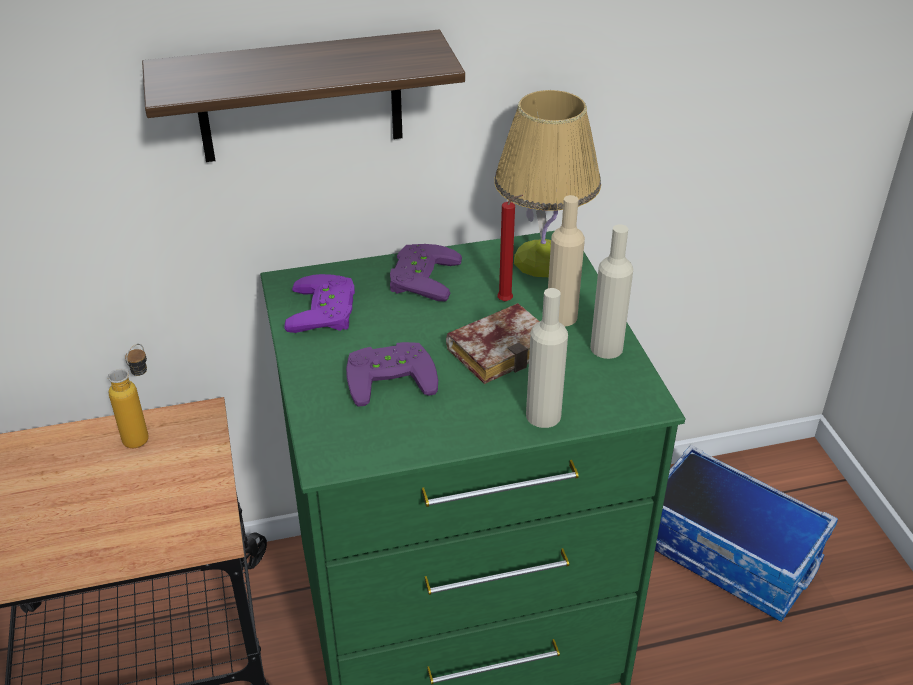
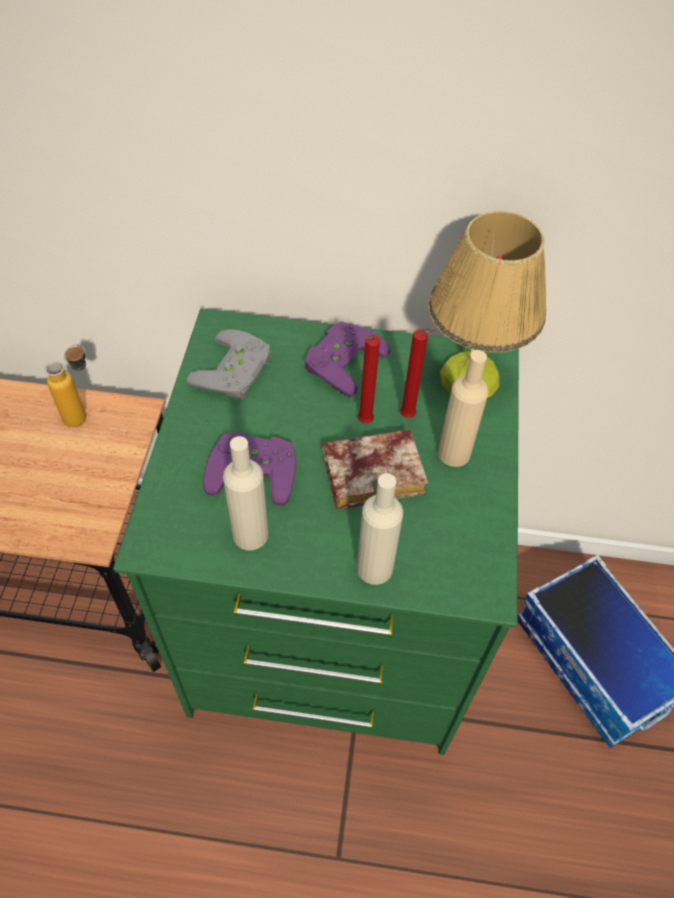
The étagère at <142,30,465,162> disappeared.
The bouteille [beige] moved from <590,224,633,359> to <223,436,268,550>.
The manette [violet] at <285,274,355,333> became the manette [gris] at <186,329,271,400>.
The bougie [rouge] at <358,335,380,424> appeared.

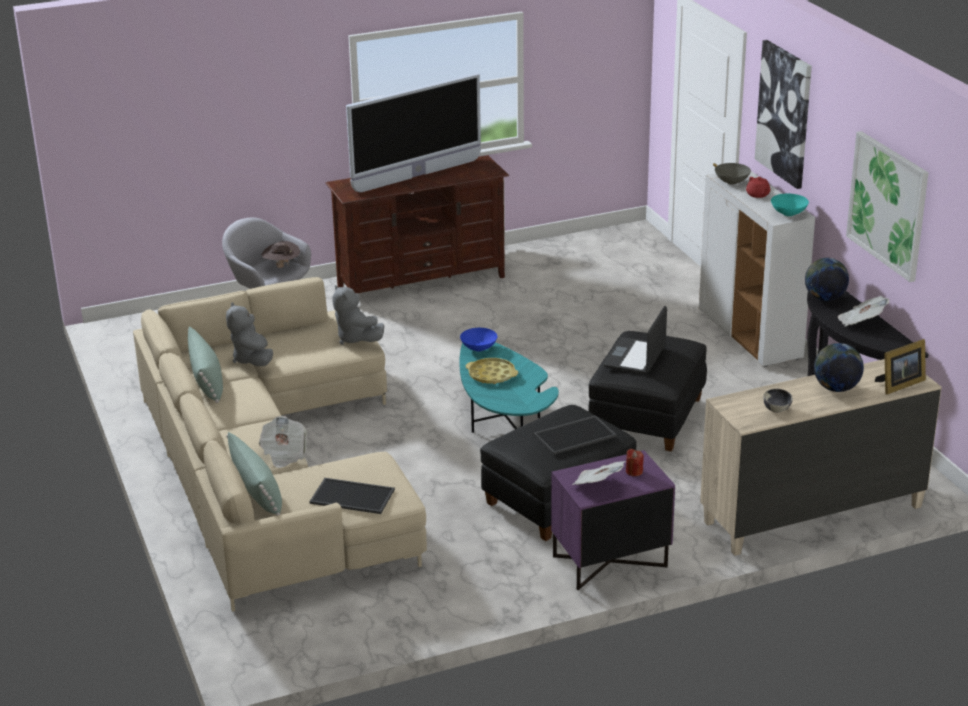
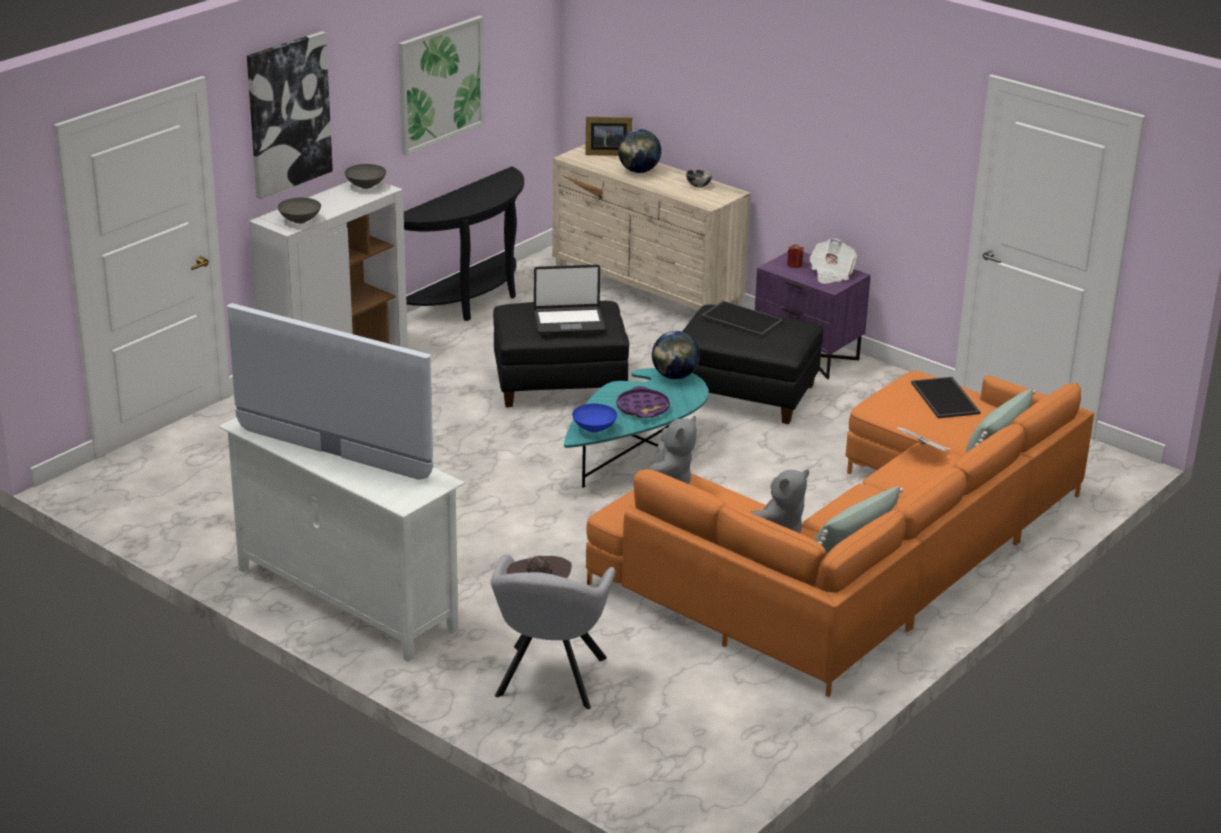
The meuble télé [marron] at <325,155,509,293> became the meuble télé [blanc] at <219,418,465,662>.
The théière [rouge] at <746,177,770,198> disappeared.
The bol [turquoise] at <771,194,809,216> became the bol [gris] at <345,164,386,189>.
The globe moved from <805,258,849,301> to <652,331,700,379>.
The canapé [beige] at <133,277,427,612> became the canapé [orange] at <586,371,1094,697>.
The journal at <838,296,889,326> disappeared.
The cadre photo at <875,339,926,395> turned 150 degrees clockwise.
The plateau [jaune] at <466,358,518,384> became the plateau [violet] at <616,386,670,418>.

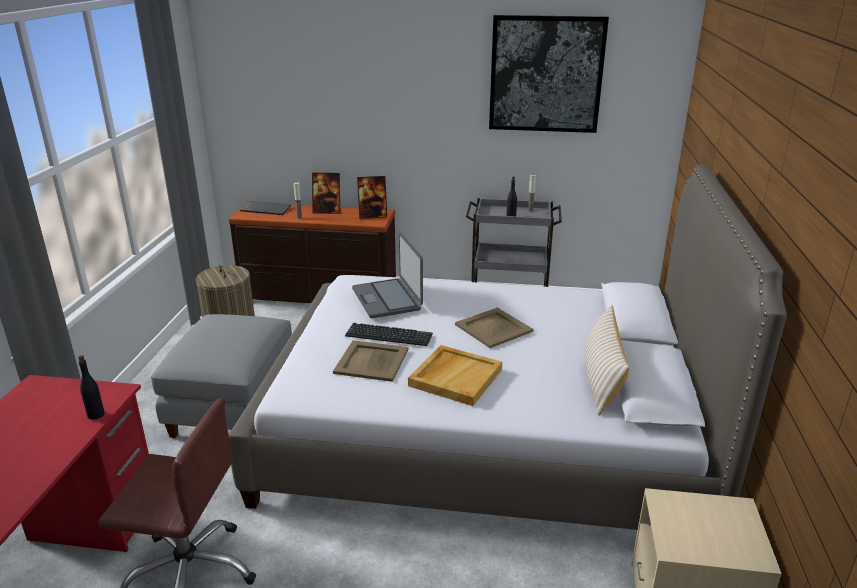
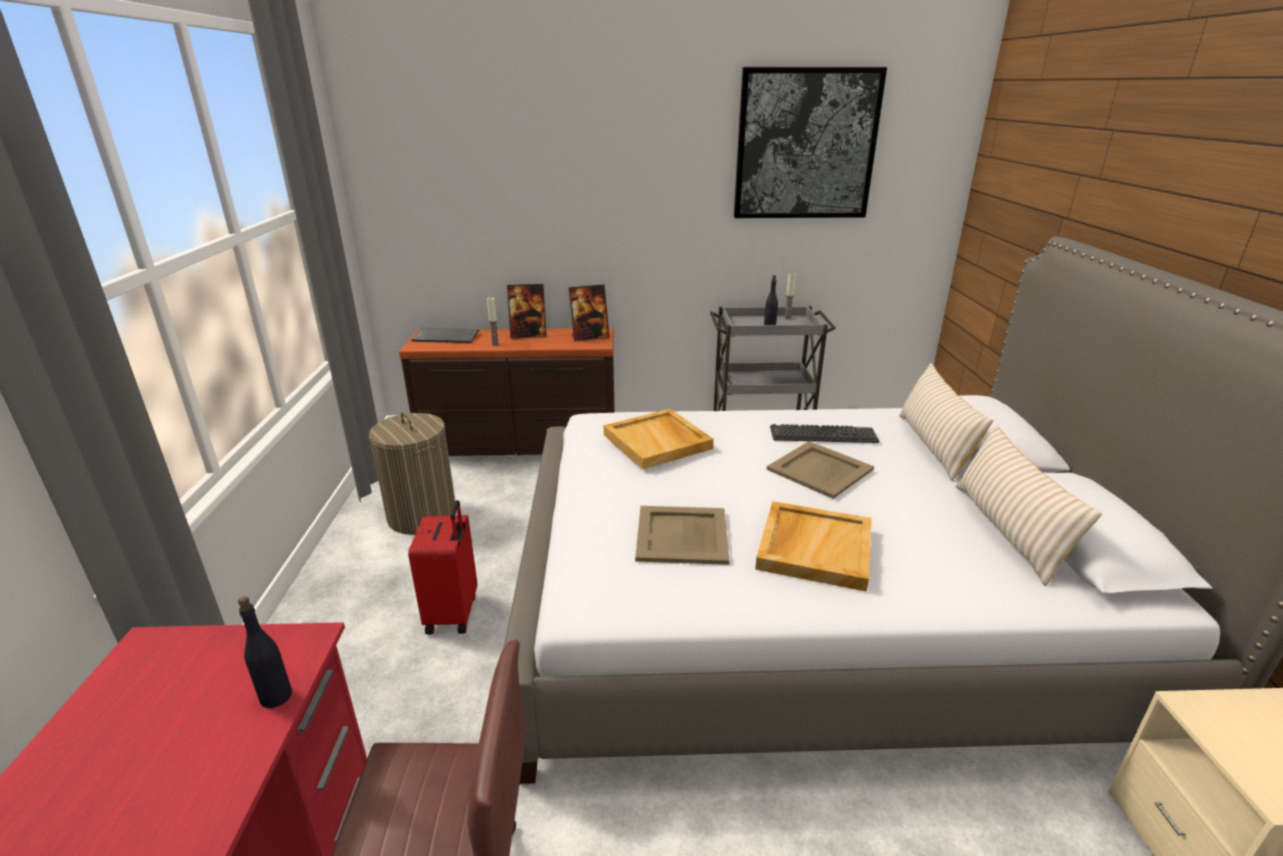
The ordinateur portable at <352,232,423,318> was replaced by the plateau [beige] at <604,409,714,469>.
The pouf [gris] at <151,314,292,438> was replaced by the valise [rouge] at <408,500,477,635>.
The clavier moved from <345,323,433,346> to <770,424,879,443>.
The coussin [beige] at <899,363,993,481> appeared.

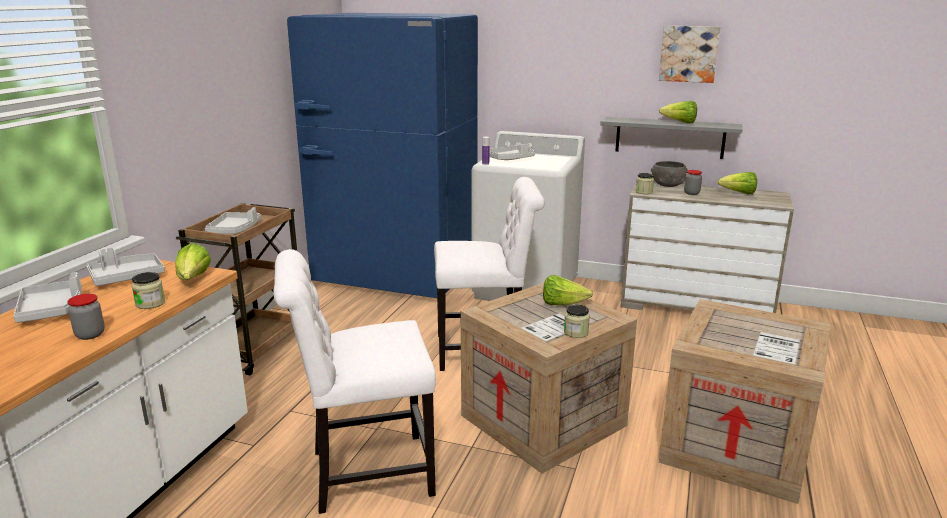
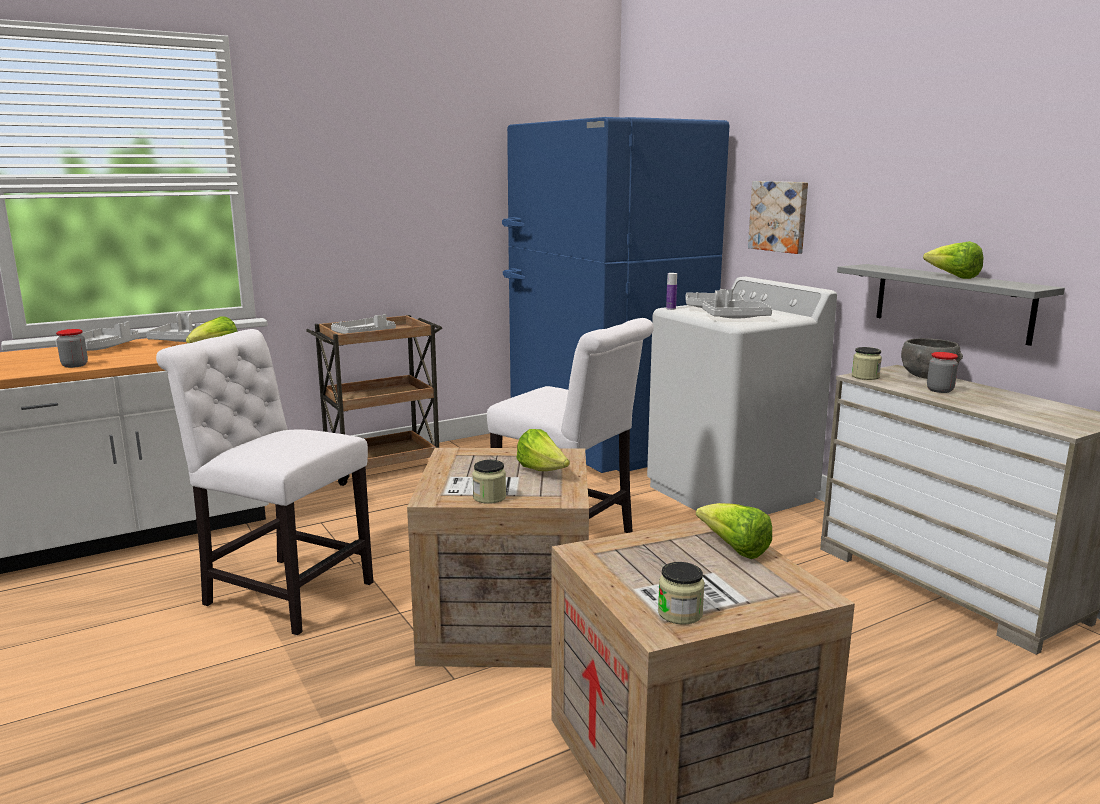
The tableau moved from <659,26,720,83> to <748,181,808,254>.
The laitue moved from <717,172,757,194> to <696,503,772,559>.
The bocal moved from <132,272,165,309> to <658,562,705,625>.
The plateau [gris] at <702,290,772,319> appeared.

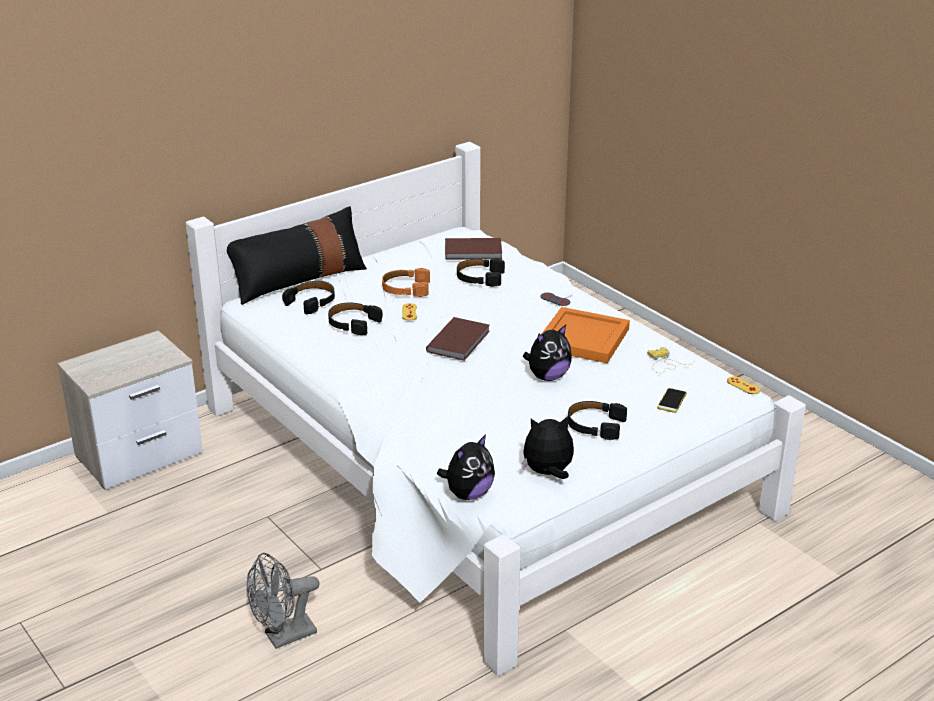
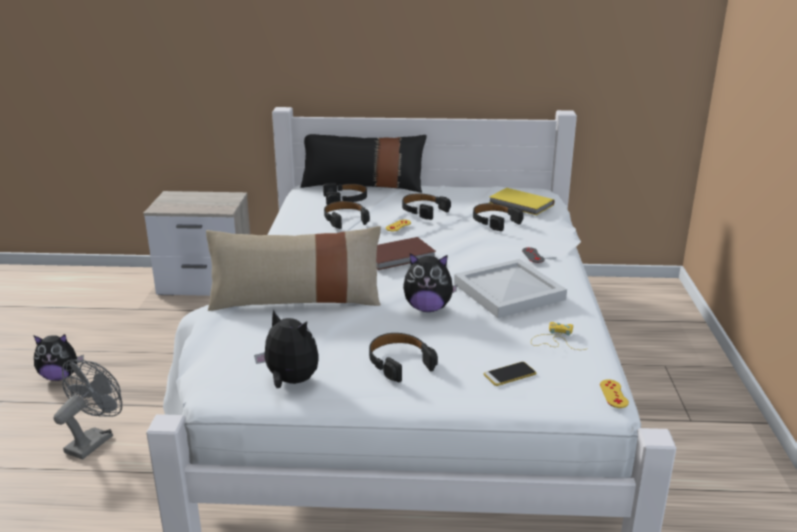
The livre [marron] at <445,238,502,260> became the livre [jaune] at <489,188,555,215>.
The casque audio [orange] at <382,268,430,297> became the casque audio [noir] at <402,193,451,220>.
The plateau [orange] at <542,307,630,363> became the plateau [blanc] at <454,259,567,318>.
The peluche moved from <437,434,495,500> to <33,334,84,381>.
The ventilateur [gris] at <247,553,319,649> turned 105 degrees clockwise.
The coussin [beige] at <206,226,381,311> appeared.

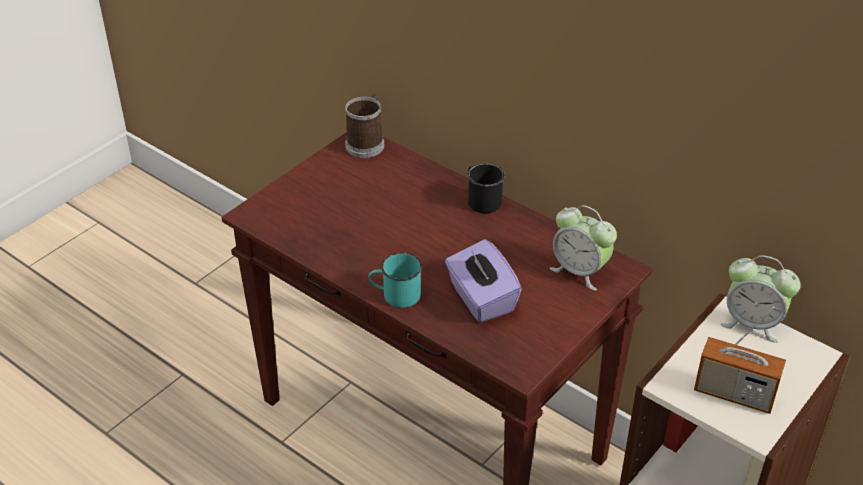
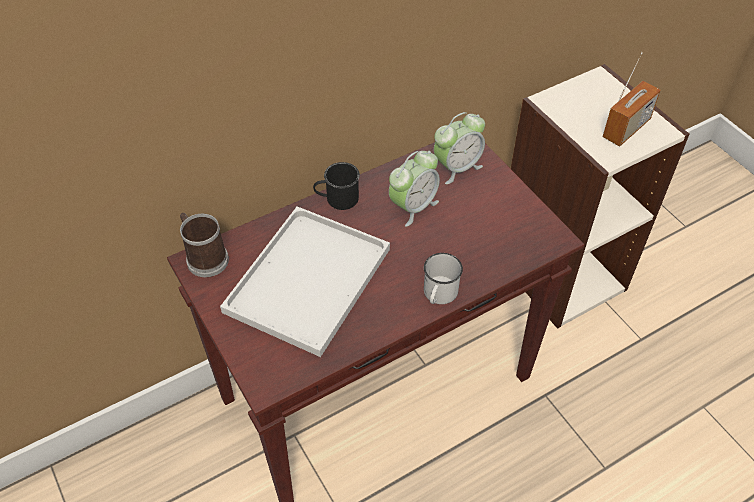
The boîte à mouchoirs [violet] at <445,239,522,322> disappeared.
The mug [turquoise] at <368,253,422,308> became the mug [blanc] at <424,253,463,304>.
The réveil moved from <720,255,801,343> to <389,151,440,227>.
The plateau [blanc] at <220,206,390,357> appeared.

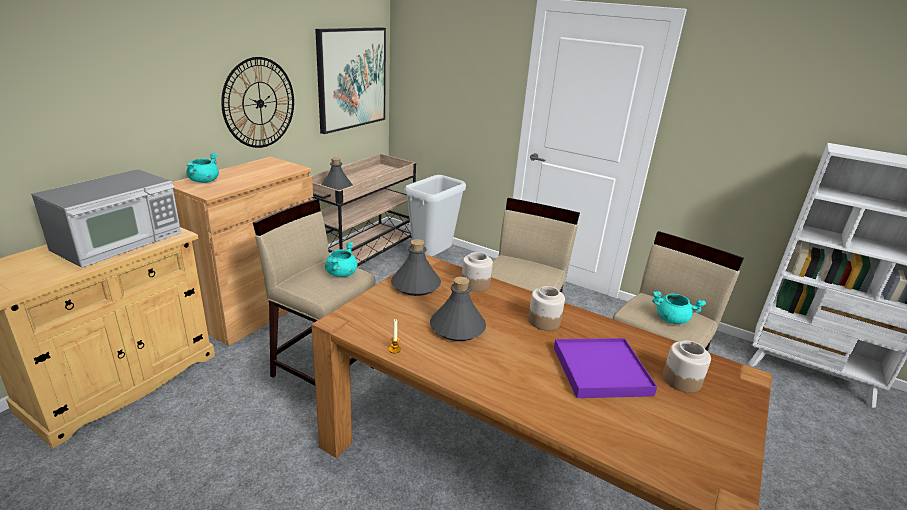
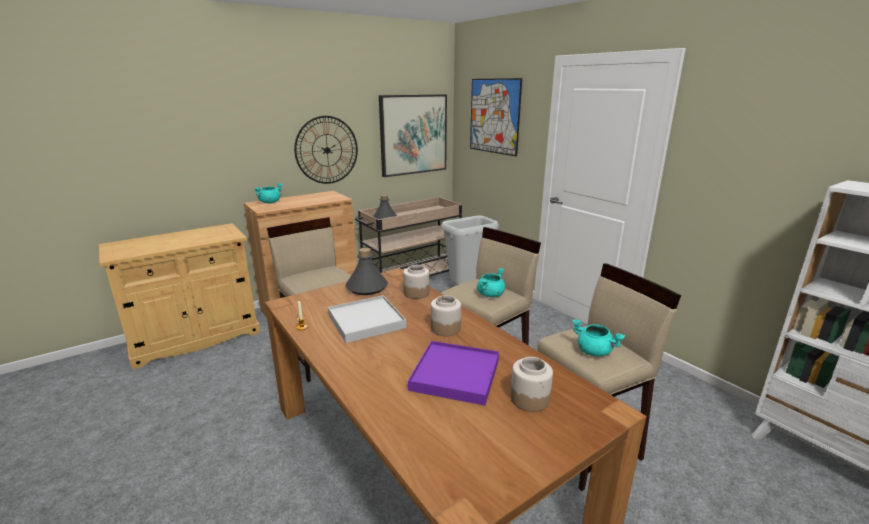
The micro-ondes at <31,169,181,268> disappeared.
The marmite [turquoise] moved from <325,241,357,277> to <477,268,505,297>.
The bouteille [gris] at <430,277,486,341> was replaced by the plateau [blanc] at <328,295,406,343>.
The tableau at <470,78,522,157> appeared.

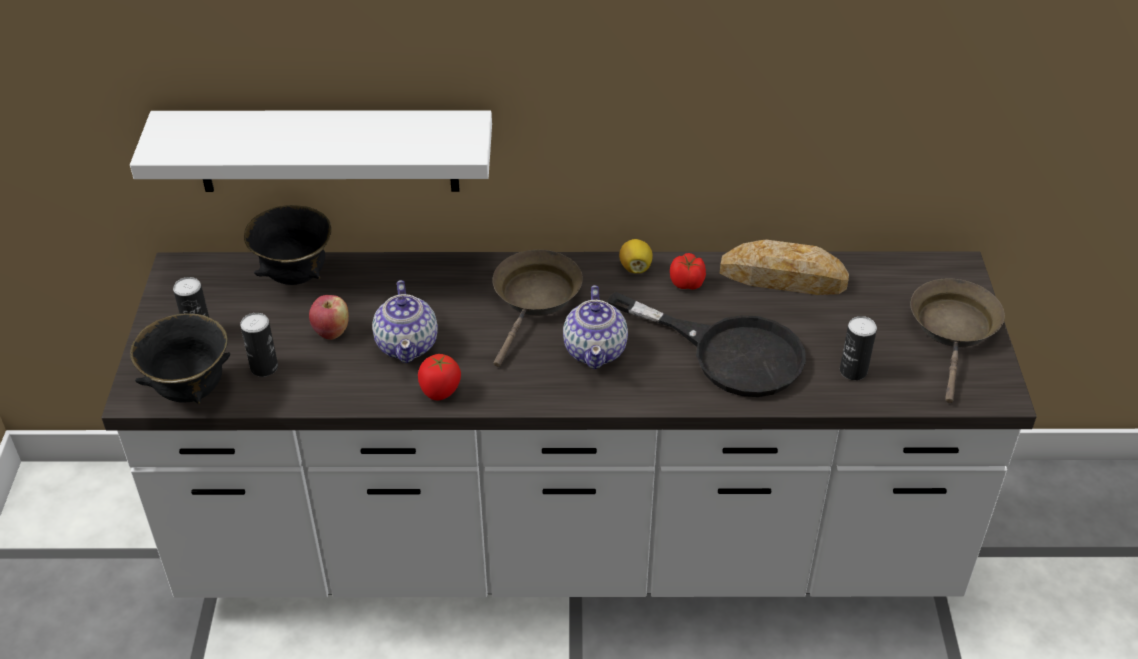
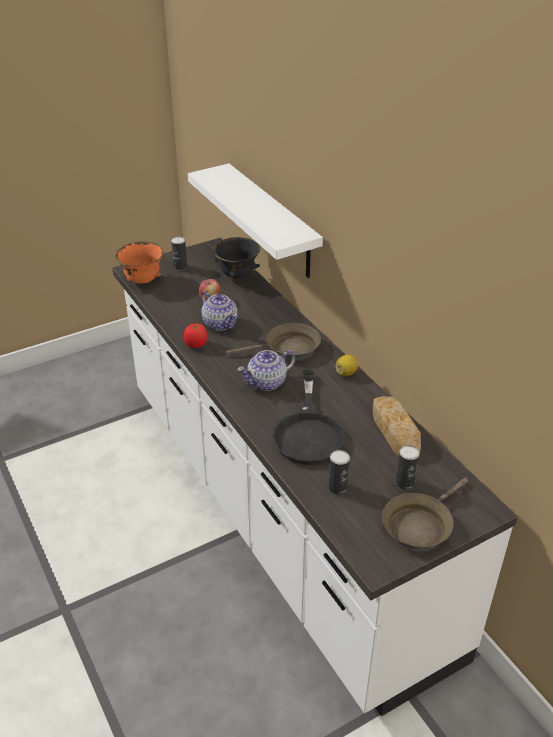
The tomate at <670,253,706,290> disappeared.
The poêle [marron] at <910,278,1005,403> turned 150 degrees clockwise.
The théière at <372,280,438,363> turned 90 degrees counterclockwise.
The bol [noir] at <130,313,230,404> became the bol [orange] at <115,241,164,284>.
The boîte métallique moved from <240,313,278,377> to <396,445,419,490>.

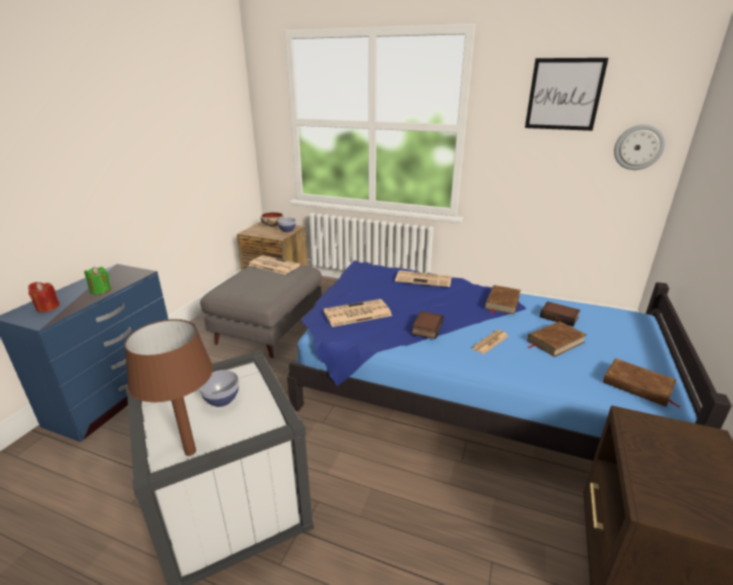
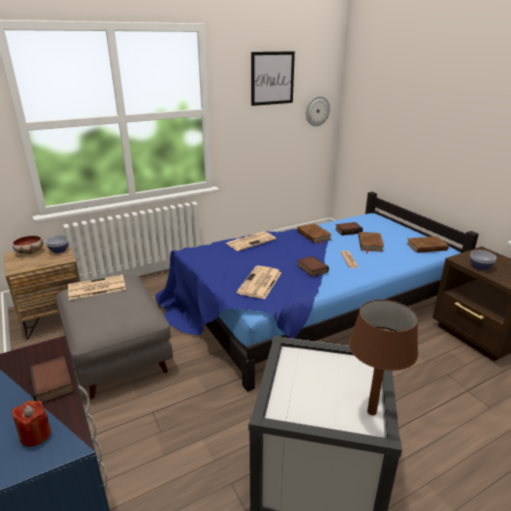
The bougie [vert] at <84,267,111,295> was replaced by the livre at <29,356,73,403>.
The bol moved from <199,370,239,407> to <470,250,497,270>.

